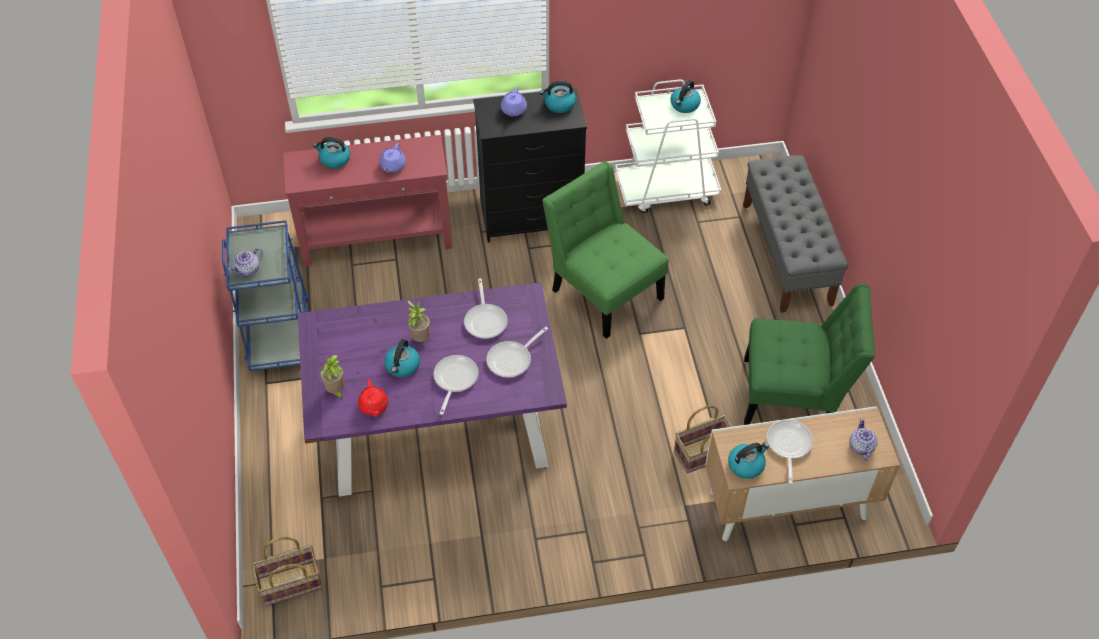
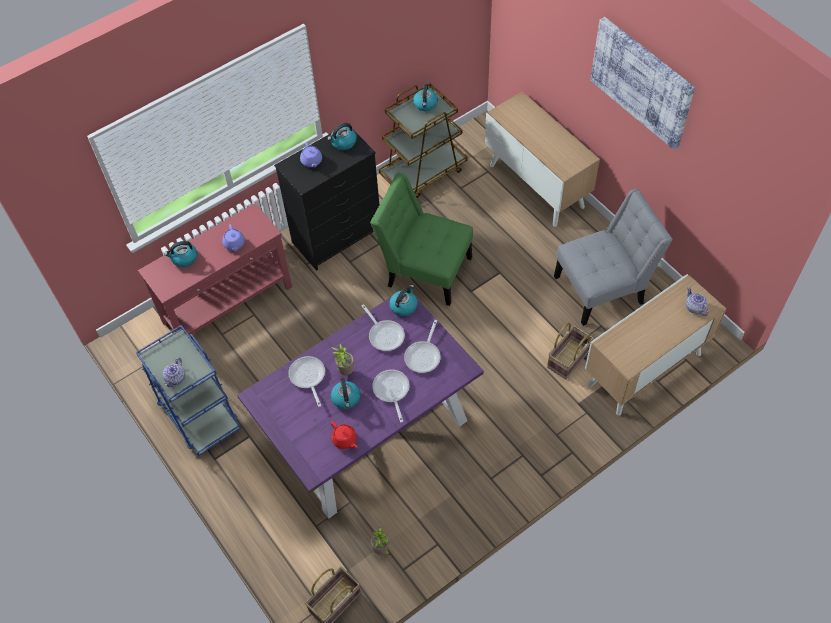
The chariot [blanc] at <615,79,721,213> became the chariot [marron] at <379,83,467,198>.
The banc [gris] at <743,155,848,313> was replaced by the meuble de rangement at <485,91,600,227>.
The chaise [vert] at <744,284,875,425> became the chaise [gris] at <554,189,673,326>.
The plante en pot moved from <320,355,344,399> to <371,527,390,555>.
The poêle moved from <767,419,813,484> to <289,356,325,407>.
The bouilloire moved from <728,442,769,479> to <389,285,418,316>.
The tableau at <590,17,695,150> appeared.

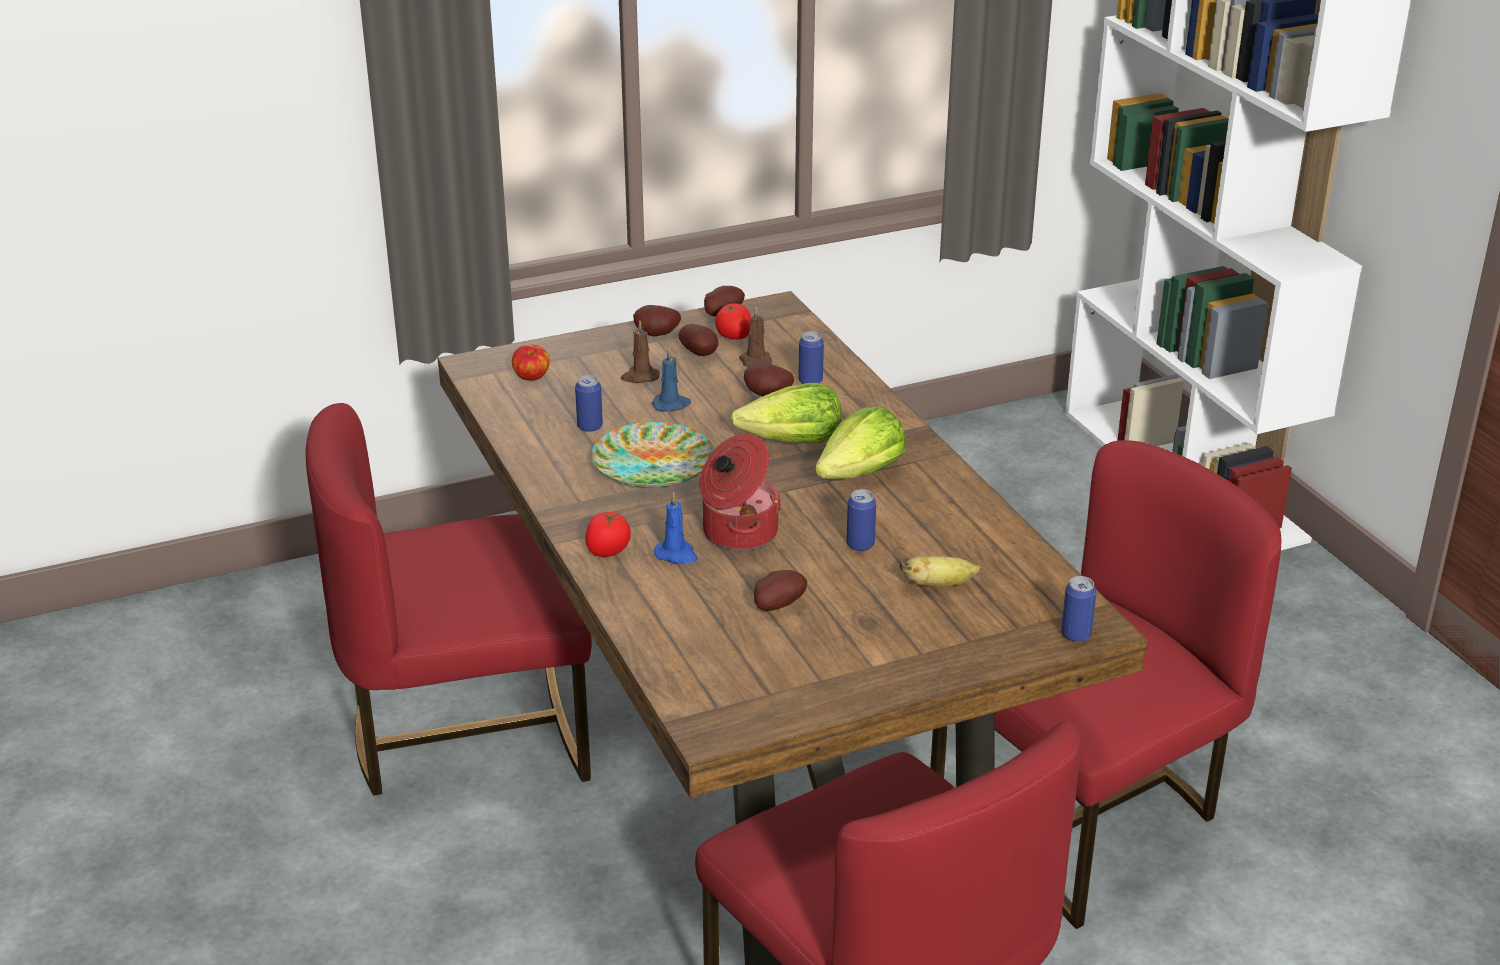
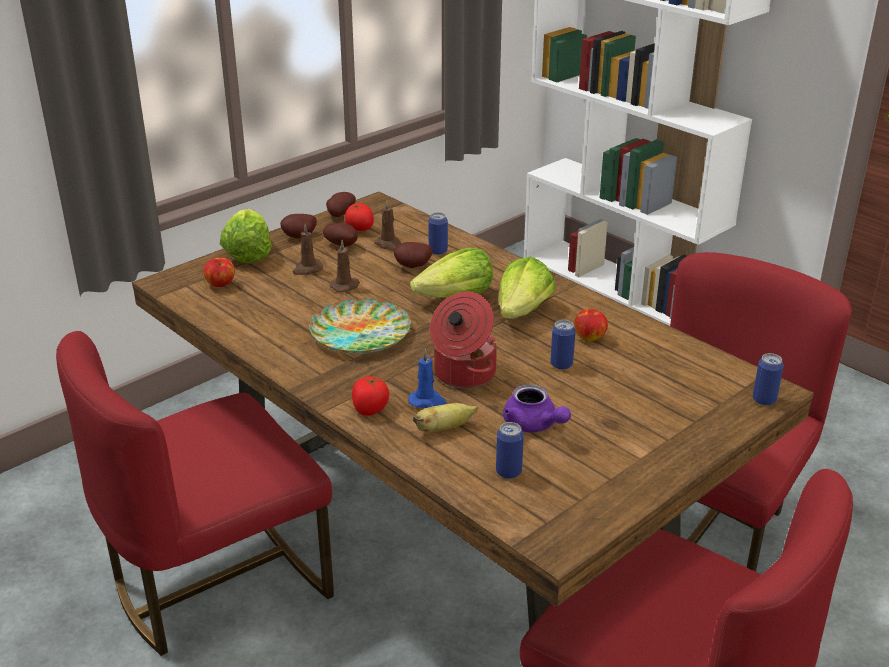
The bougie [bleu] at <652,348,691,412> became the bougie [marron] at <330,240,360,292>.
The boîte métallique moved from <575,375,603,432> to <496,422,524,479>.
The banane moved from <900,556,981,586> to <413,403,478,432>.
The pomme de terre at <754,570,807,611> was replaced by the théière [violet] at <503,384,571,432>.
The laitue at <220,209,272,263> appeared.
The pomme at <575,309,608,342> appeared.

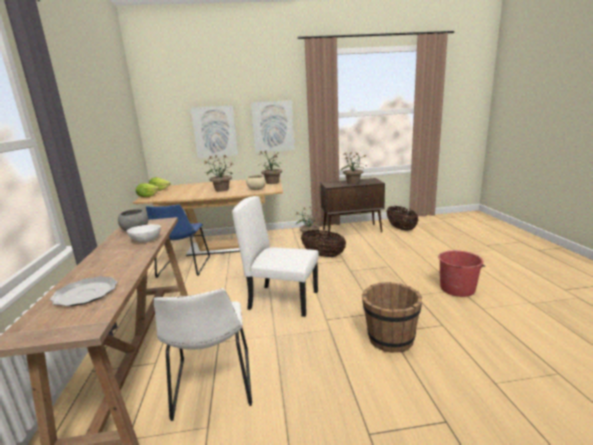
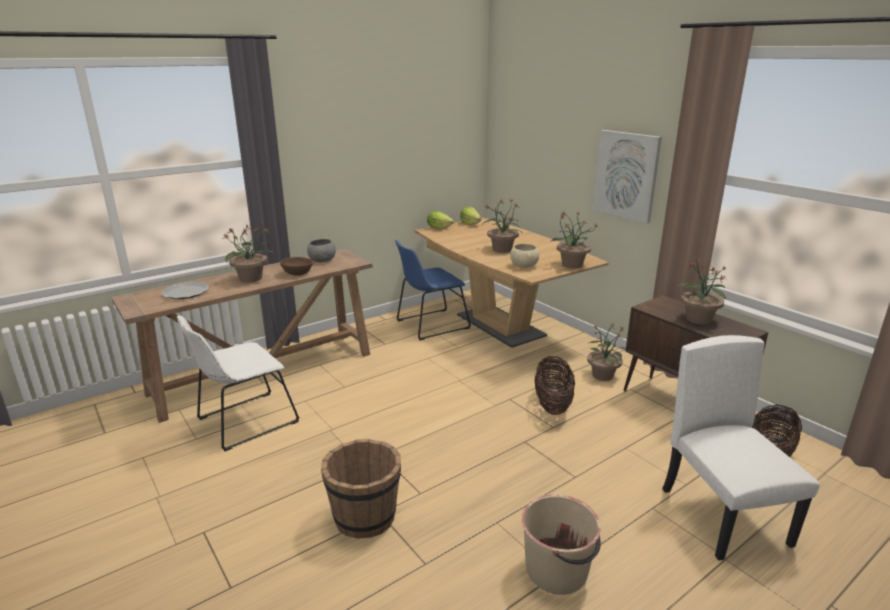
The tableau at <190,105,238,158> disappeared.
The chaise [blanc] moved from <232,196,319,317> to <662,335,820,561>.
The bol [blanc] at <126,224,161,242> became the bol [marron] at <280,257,313,276>.
The seau [rouge] at <438,250,485,297> became the seau [beige] at <522,494,601,595>.
The plante en pot at <221,225,274,283> appeared.

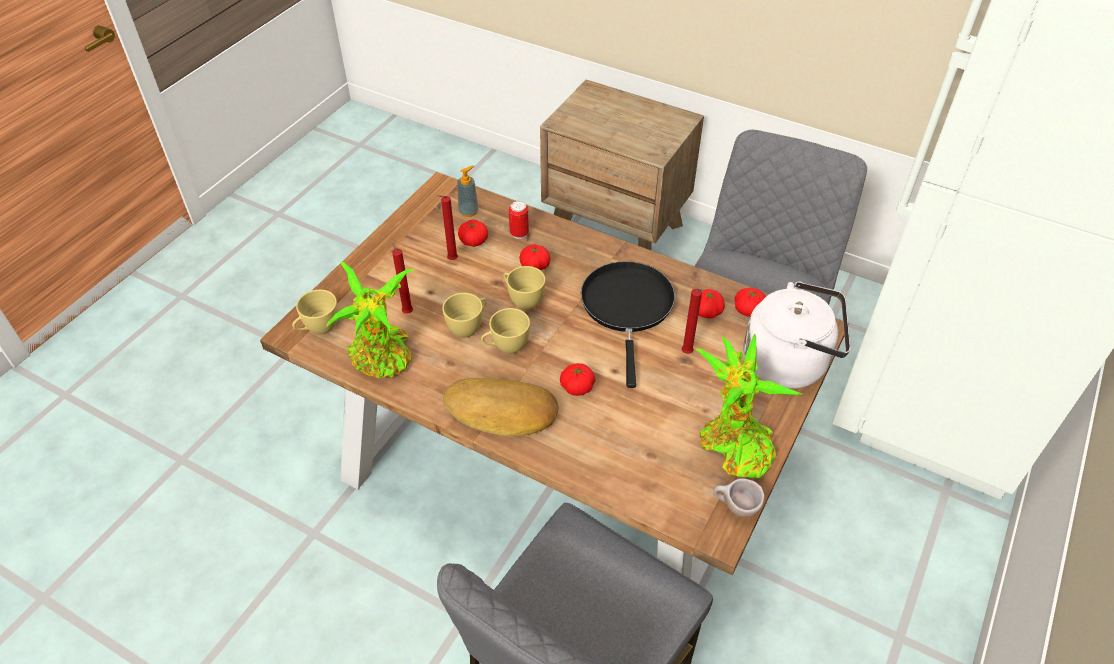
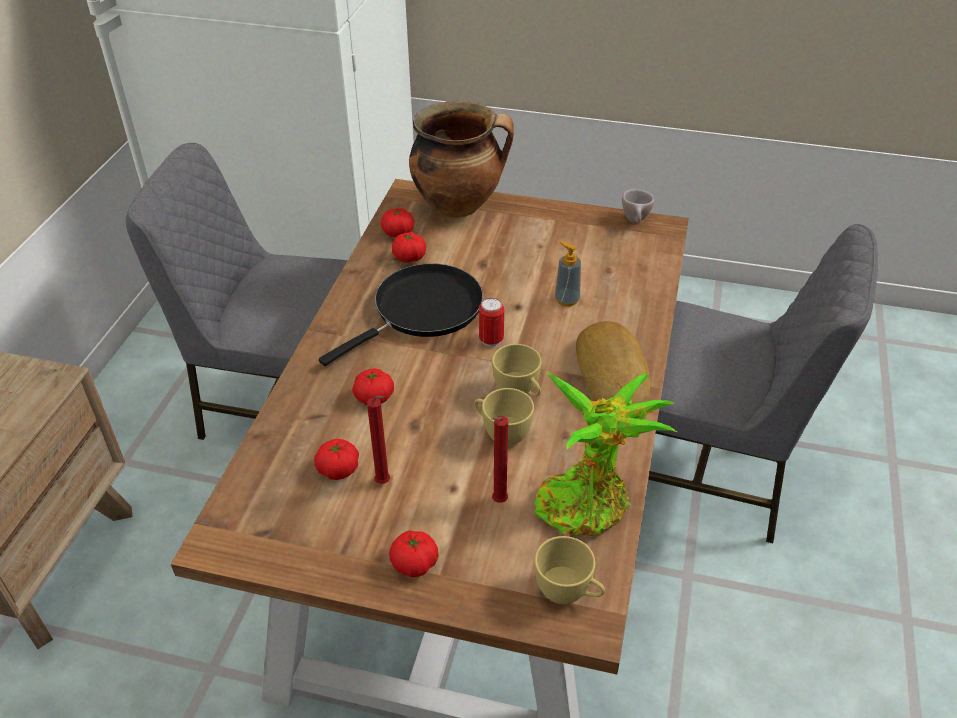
The distributeur de savon moved from <457,165,479,217> to <555,241,581,307>.
The boîte métallique moved from <509,201,529,239> to <479,298,504,347>.
The poêle [noir] at <581,261,675,388> turned 150 degrees clockwise.
The tasse [jaune] at <503,266,545,310> disappeared.
The bouilloire [blanc] at <743,281,850,389> was replaced by the marmite at <409,101,514,218>.
The bougie [rouge] at <682,289,704,354> disappeared.
The plante en pot at <696,333,802,478> disappeared.
The tomate moved from <560,363,595,396> to <389,530,438,577>.

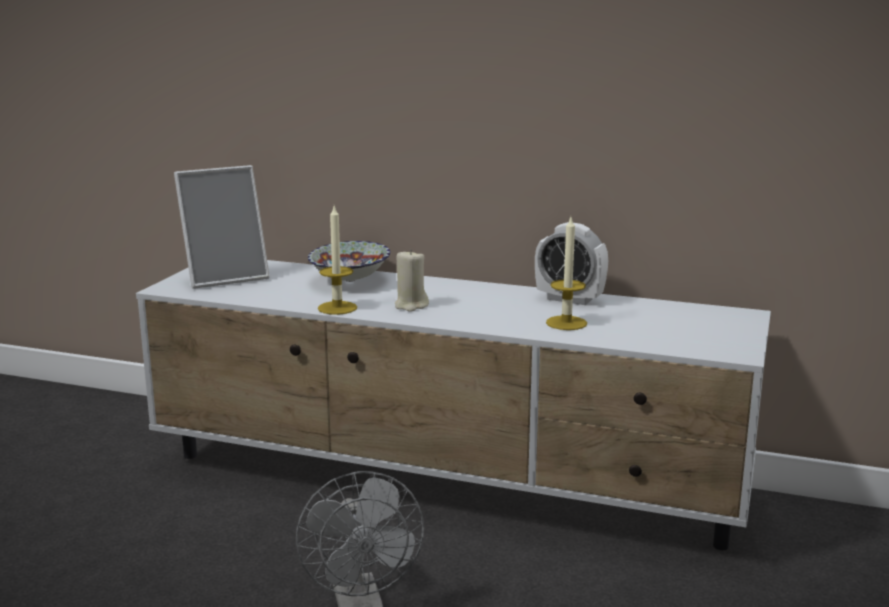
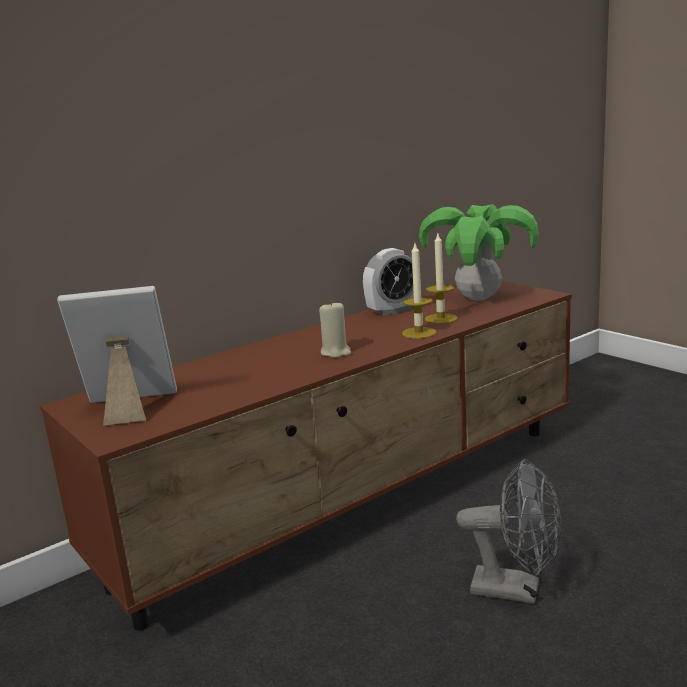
The cadre photo at <174,165,270,289> turned 105 degrees counterclockwise.
The bougie moved from <318,206,357,315> to <402,244,436,339>.
The bol at <308,241,390,282> disappeared.
The meuble télé [blanc] at <136,260,771,550> became the meuble télé [marron] at <40,281,572,631>.
The plante en pot at <419,204,539,301> appeared.

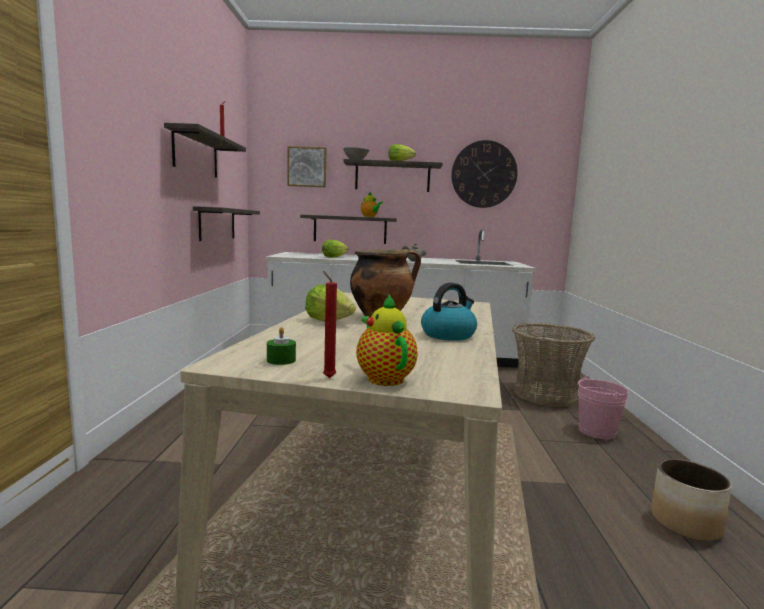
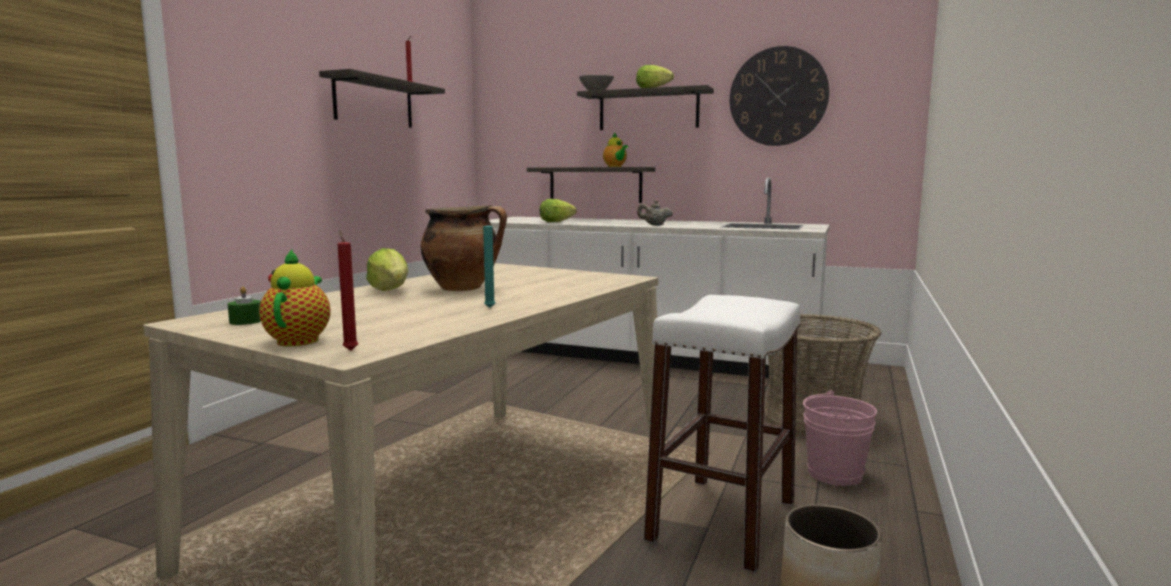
The tableau at <287,146,327,187> disappeared.
The étagère at <193,206,260,241> disappeared.
The bougie [rouge] moved from <323,271,337,378> to <338,230,358,351>.
The bouilloire at <421,283,477,341> was replaced by the bougie [turquoise] at <478,217,495,308>.
The tabouret [blanc] at <644,295,801,572> appeared.

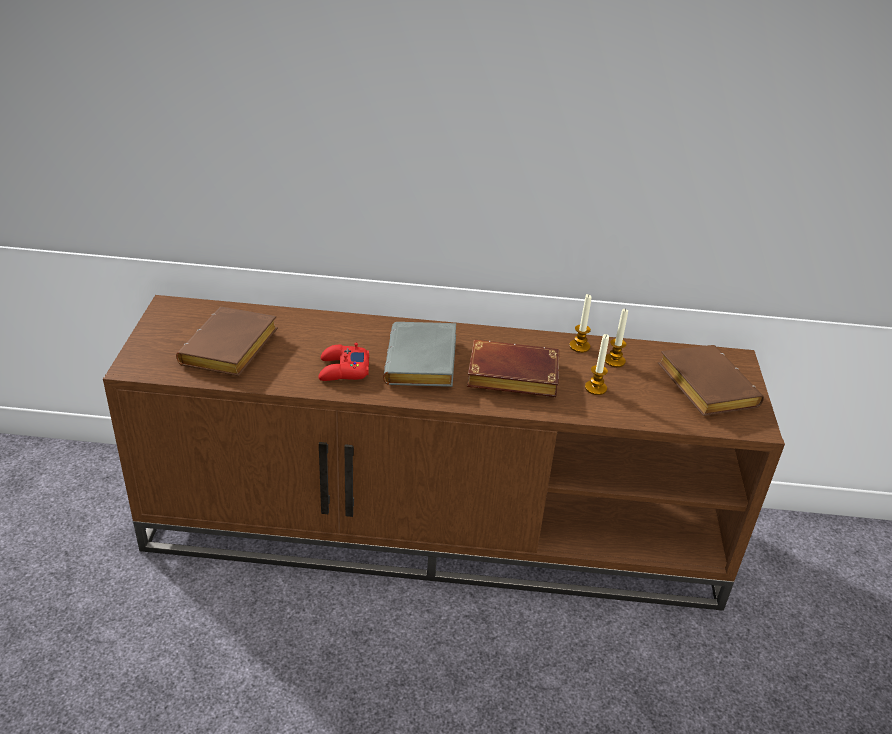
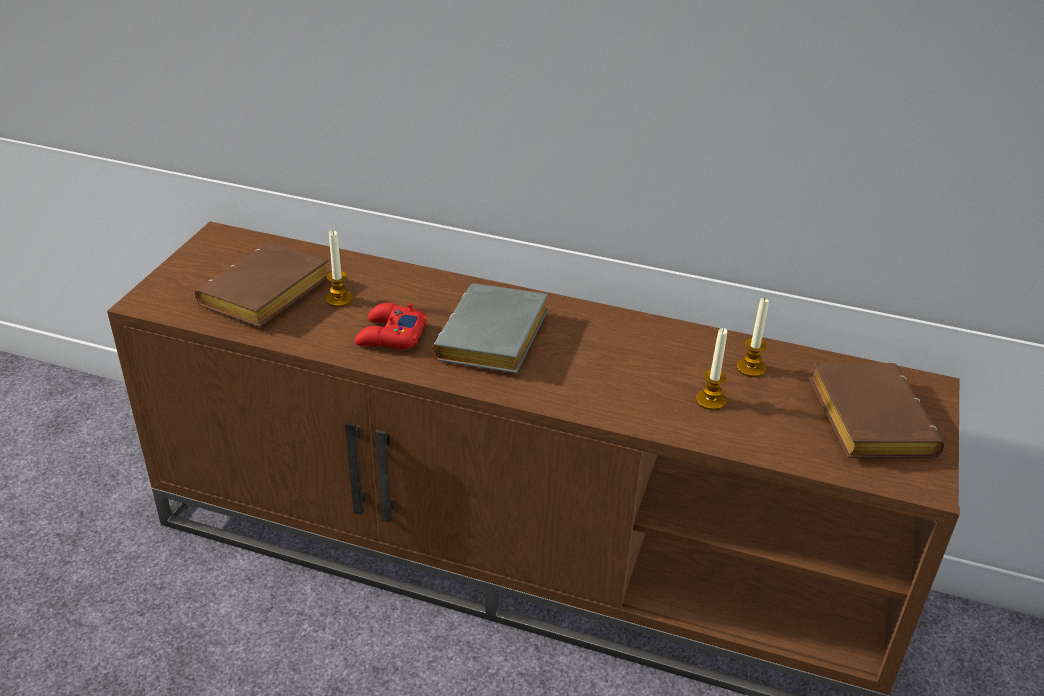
The bougie moved from <569,294,592,353> to <325,230,353,307>.
The livre [marron] at <467,340,559,397> disappeared.

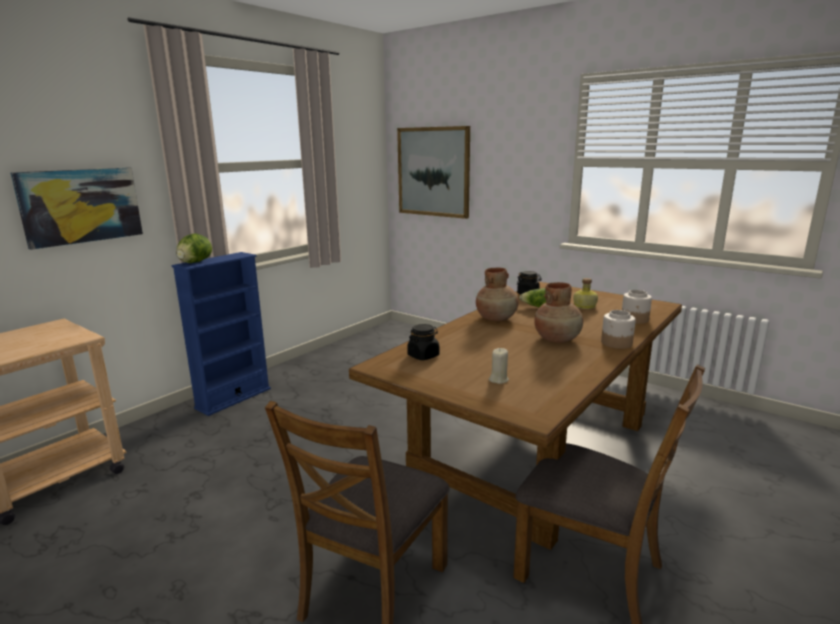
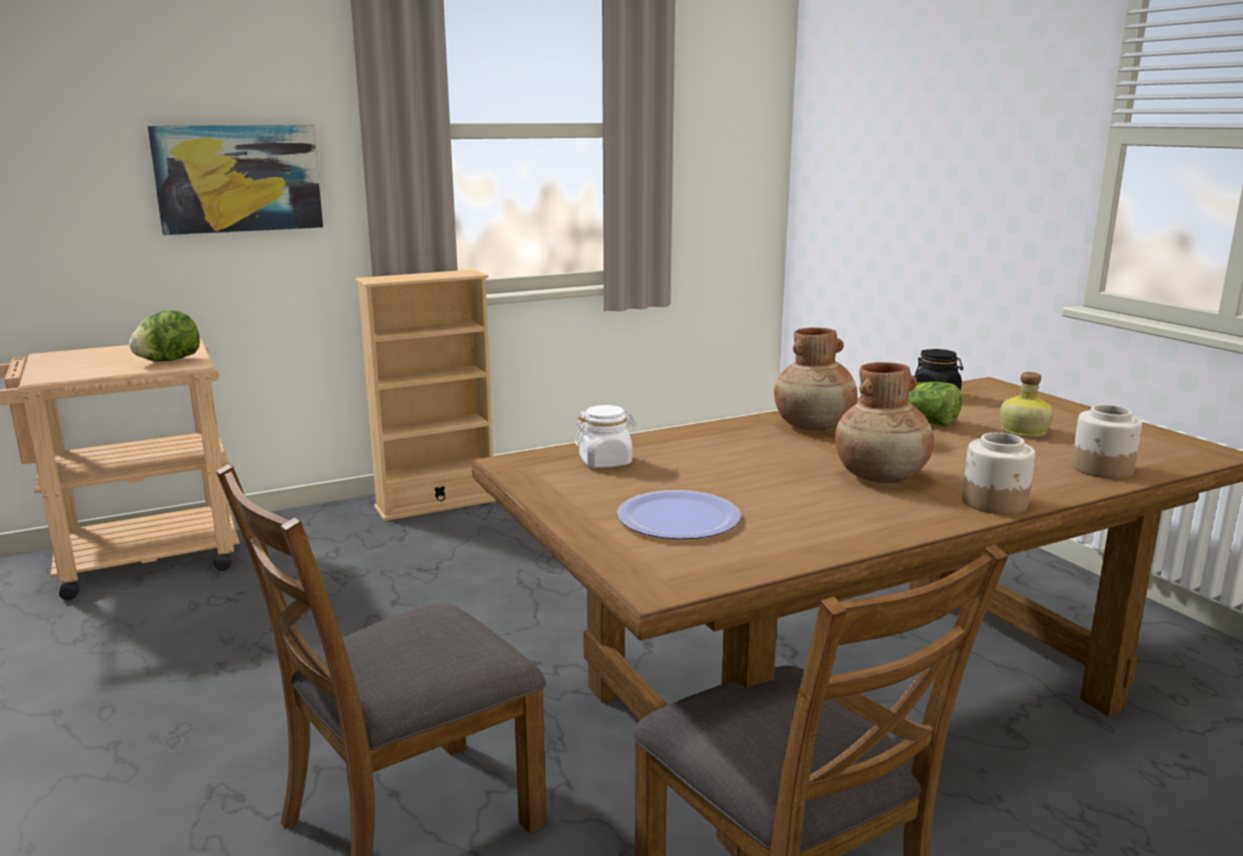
The tableau at <397,126,470,219> disappeared.
The laitue moved from <176,233,212,263> to <129,310,200,362>.
The bibliothèque [bleu] at <172,252,271,416> became the bibliothèque [beige] at <355,269,496,521>.
The bocal [noir] at <407,324,439,360> became the bocal [blanc] at <575,405,637,468>.
The bougie [beige] at <489,348,509,384> was replaced by the assiette at <617,490,741,539>.

